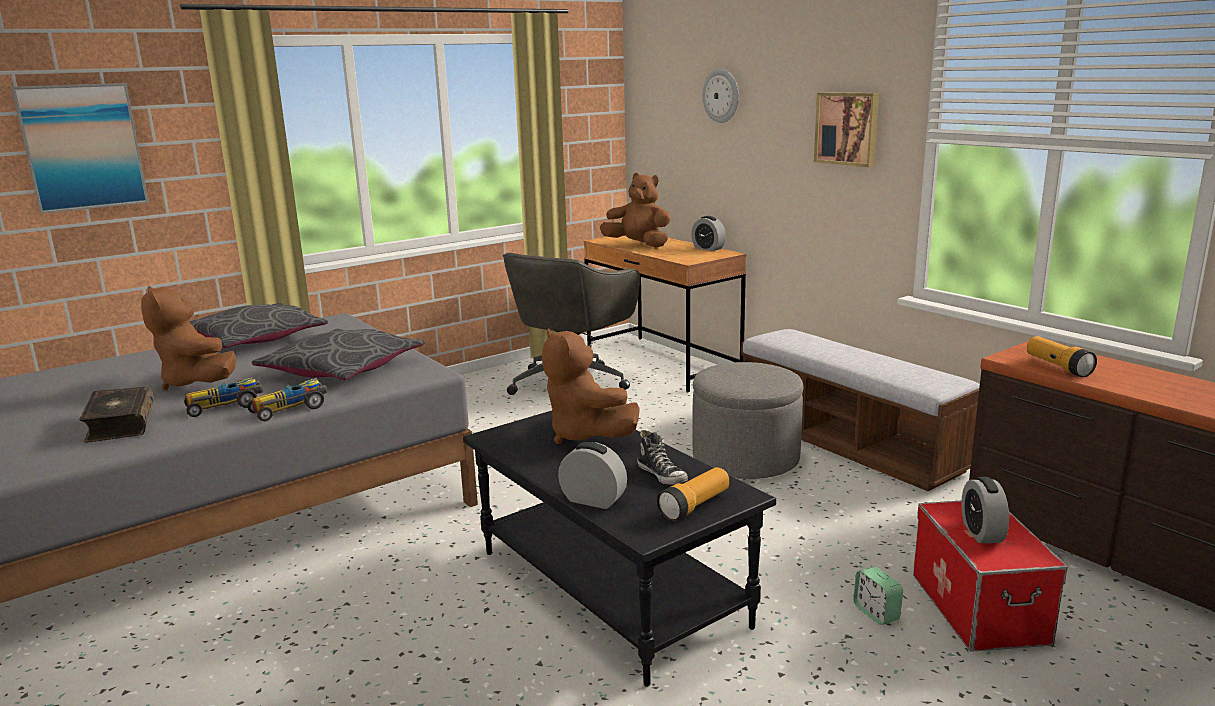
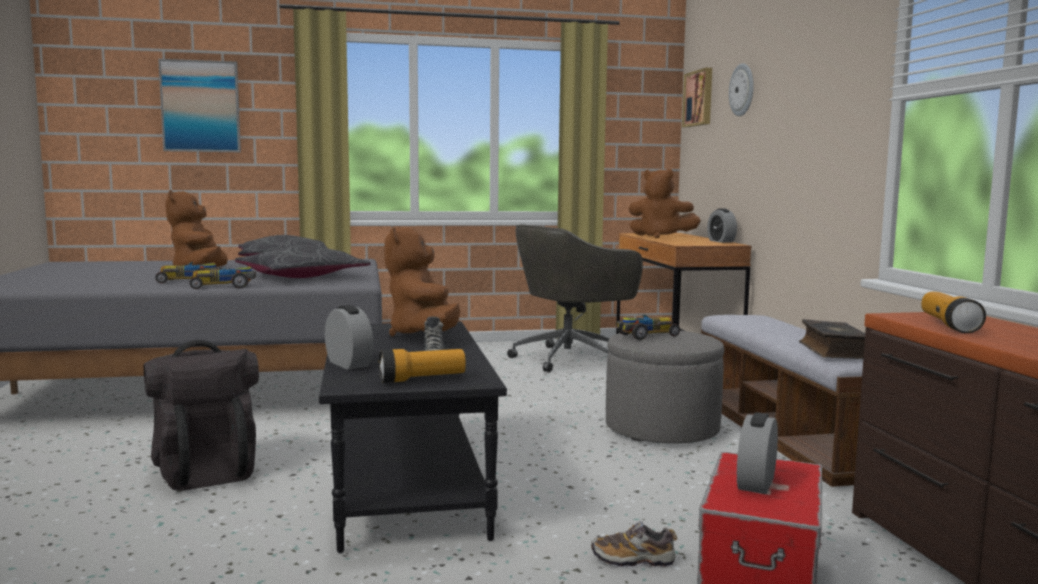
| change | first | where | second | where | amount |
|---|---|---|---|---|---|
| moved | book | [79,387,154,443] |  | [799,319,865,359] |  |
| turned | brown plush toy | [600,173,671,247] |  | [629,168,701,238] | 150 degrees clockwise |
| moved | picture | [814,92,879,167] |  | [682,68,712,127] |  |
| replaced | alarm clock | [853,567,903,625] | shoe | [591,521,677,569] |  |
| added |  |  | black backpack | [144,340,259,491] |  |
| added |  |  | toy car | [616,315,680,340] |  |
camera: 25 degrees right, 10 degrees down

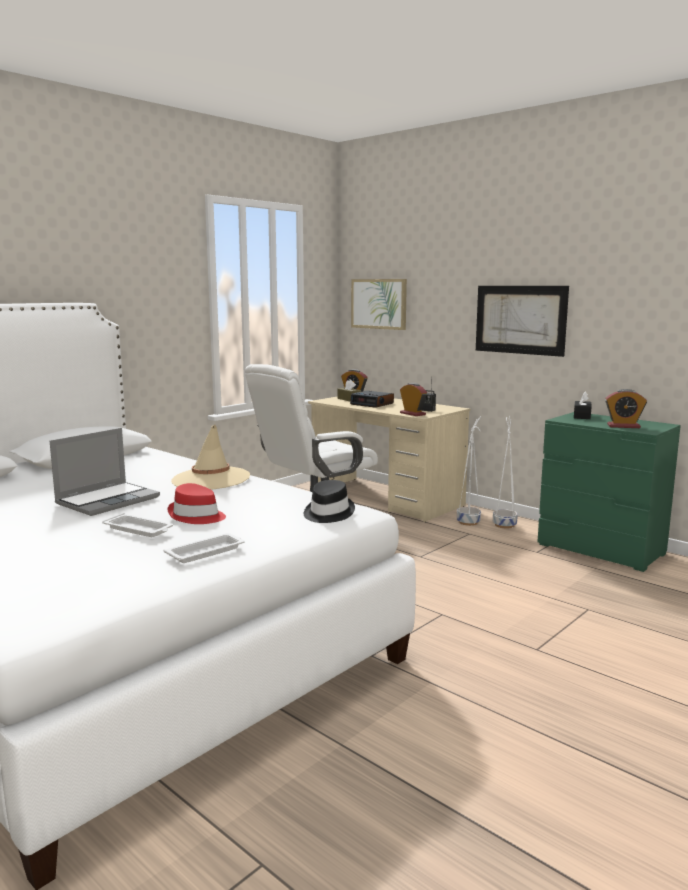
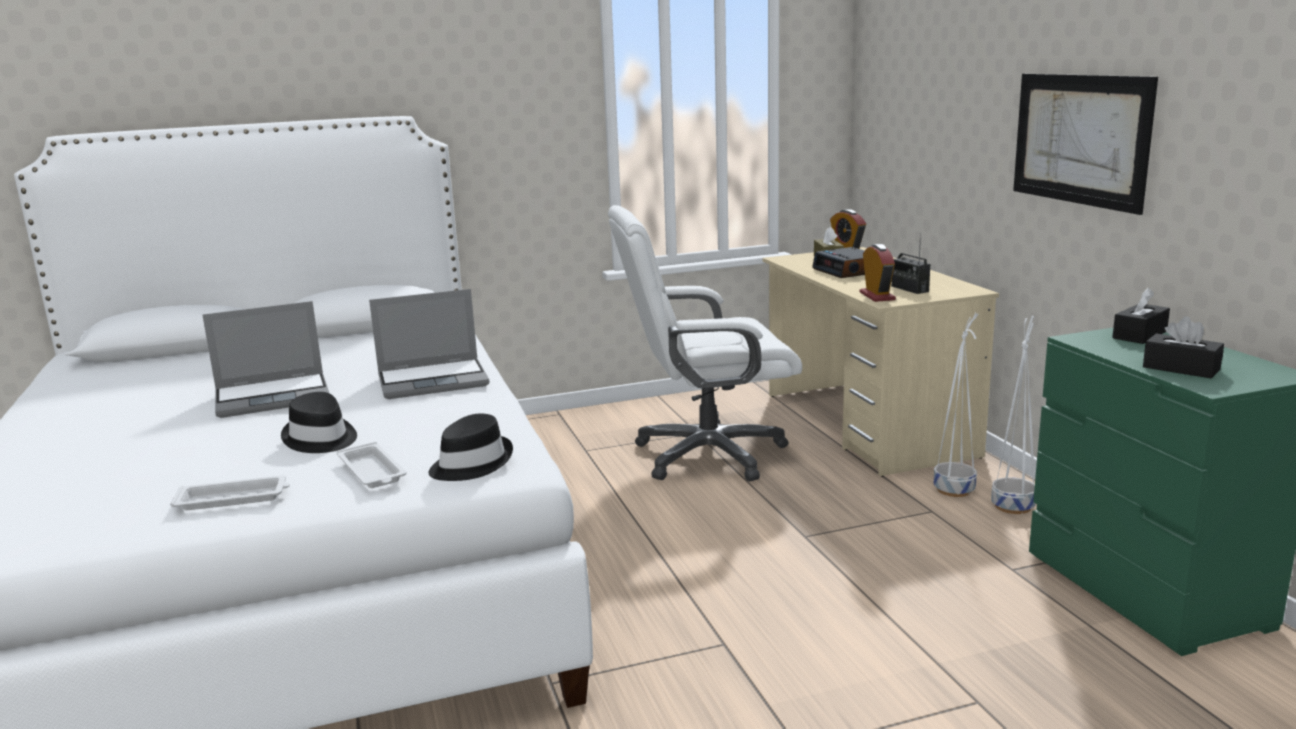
| change | first | where | second | where | amount |
|---|---|---|---|---|---|
| moved | white tray | [102,513,173,537] |  | [337,442,406,488] |  |
| recoloured | red hat | [167,483,226,524] | black hat | [281,392,357,453] |  |
| replaced | beige hat | [171,425,250,489] | laptop | [369,289,490,399] |  |
| removed | picture | [351,279,407,330] |  |  |  |
| replaced | alarm clock | [605,389,647,428] | black tissue box | [1143,316,1224,379] |  |
camera: 30 degrees right, 5 degrees up

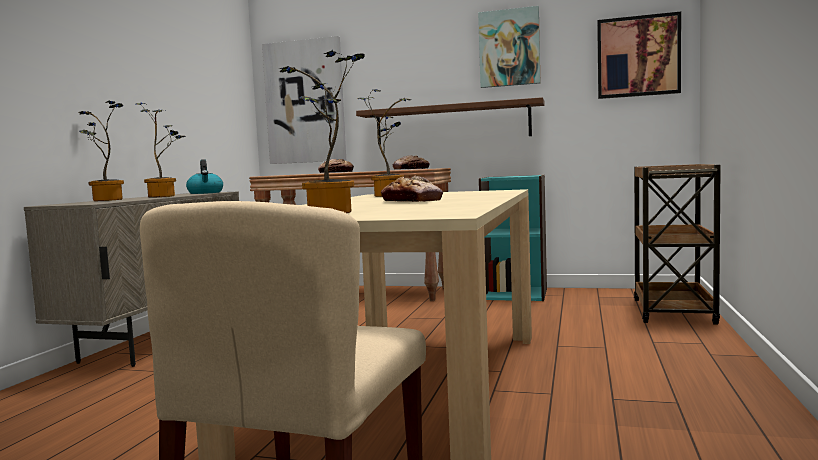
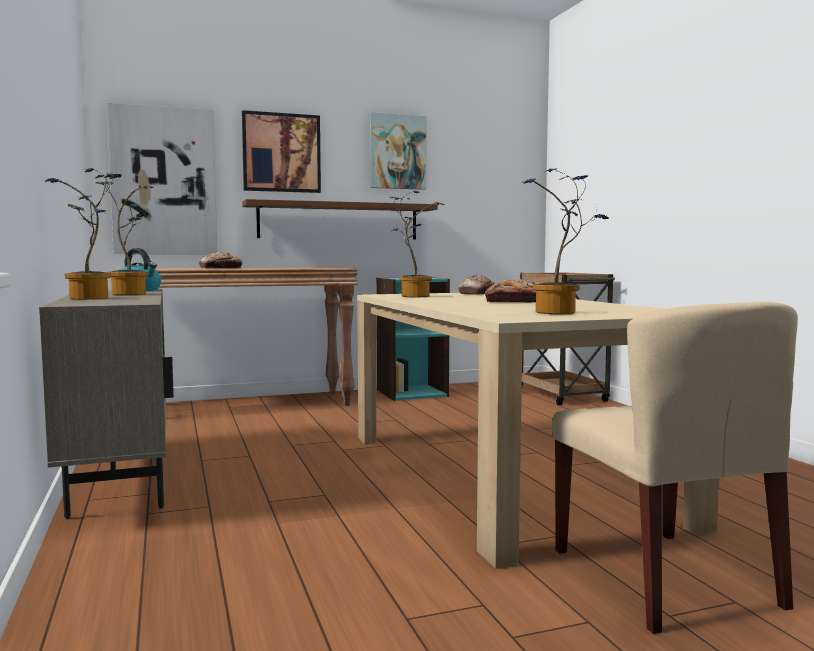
| change | first | where | second | where | amount |
|---|---|---|---|---|---|
| moved | bread | [393,155,430,170] |  | [458,275,495,295] |  |
| moved | picture | [597,11,681,99] |  | [242,110,321,193] |  |
camera: 35 degrees left, 0 degrees up

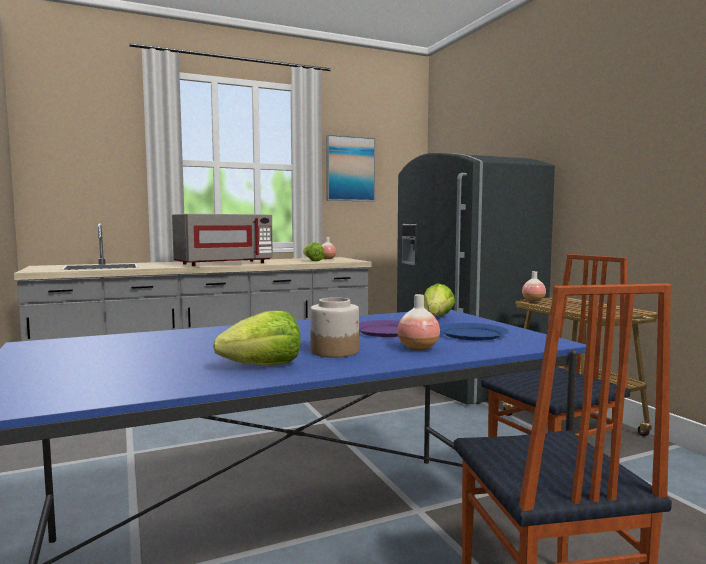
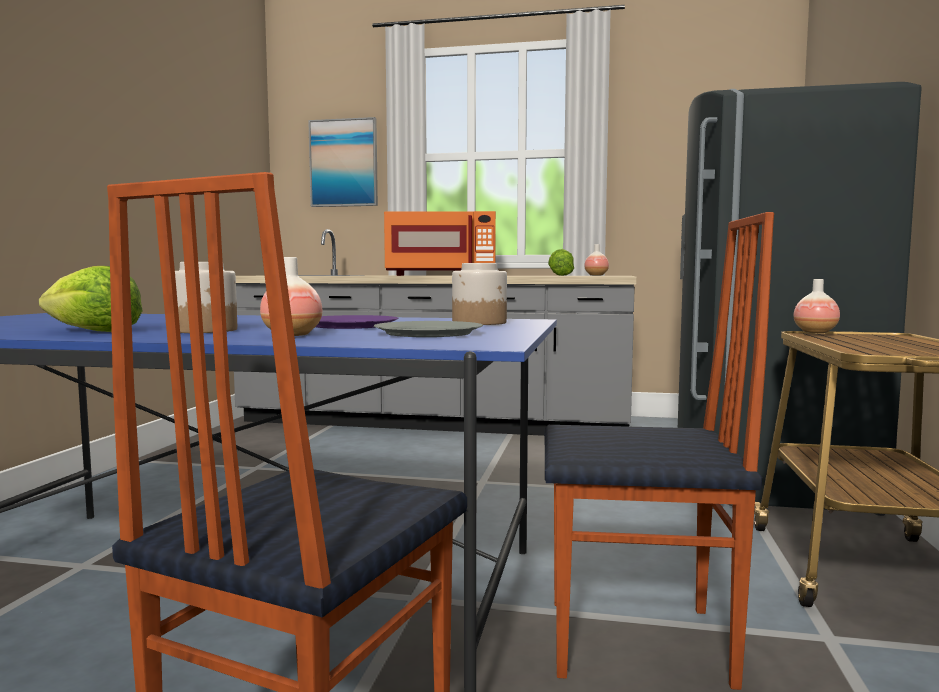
| change | first | where | second | where | amount |
|---|---|---|---|---|---|
| recoloured | grey microwave | [172,214,273,266] | orange microwave | [384,211,496,276] |  |
| moved | picture | [326,134,376,202] |  | [308,117,378,207] |  |
| replaced | lettuce | [424,283,455,316] | jar | [452,263,507,325] |  |
| recoloured | blue plate | [439,323,509,340] | grey plate | [374,321,483,337] |  |
camera: 35 degrees right, 0 degrees up

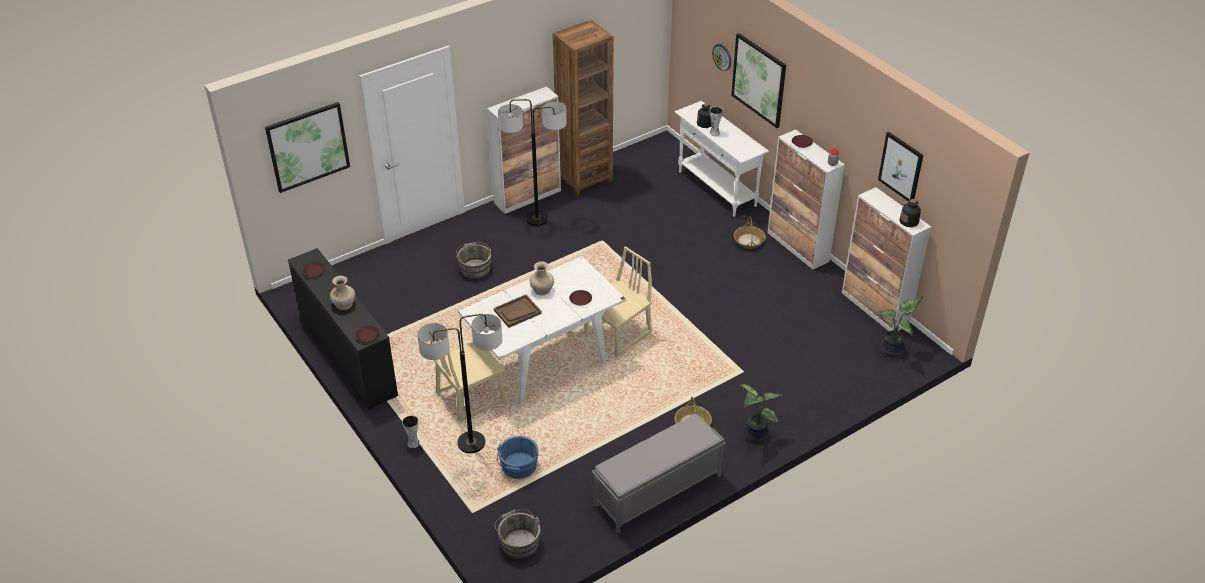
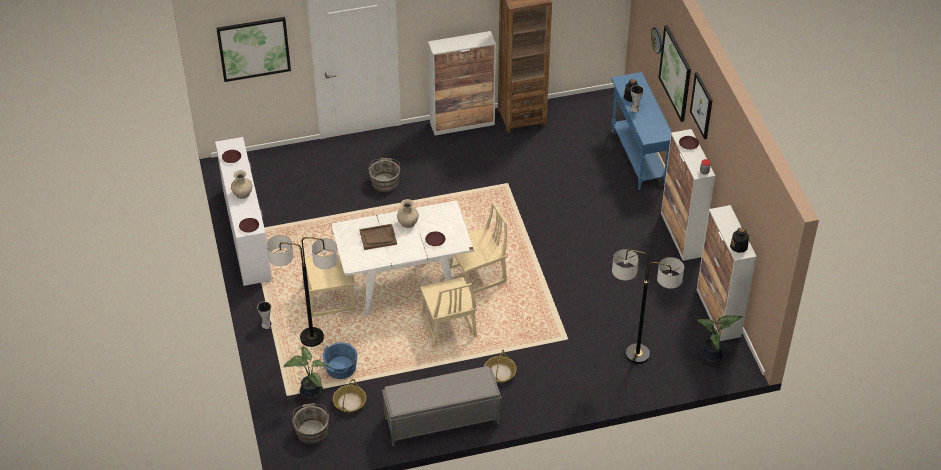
| change | first | where | second | where | amount |
|---|---|---|---|---|---|
| recoloured | black dresser | [288,248,398,410] | white dresser | [215,137,272,286] |  |
| moved | floor lamp | [498,99,567,226] |  | [612,249,684,364] |  |
| recoloured | white console table | [675,101,769,217] | blue console table | [611,72,672,190] |  |
| moved | basket | [734,217,766,249] |  | [333,379,366,413] |  |
| moved | potted plant | [739,384,783,442] |  | [283,346,329,400] |  |
| moved | picture | [878,132,923,201] |  | [690,72,713,139] |  |
| added |  |  | beige chair | [420,277,477,347] |  |
camera: 20 degrees right, 5 degrees up

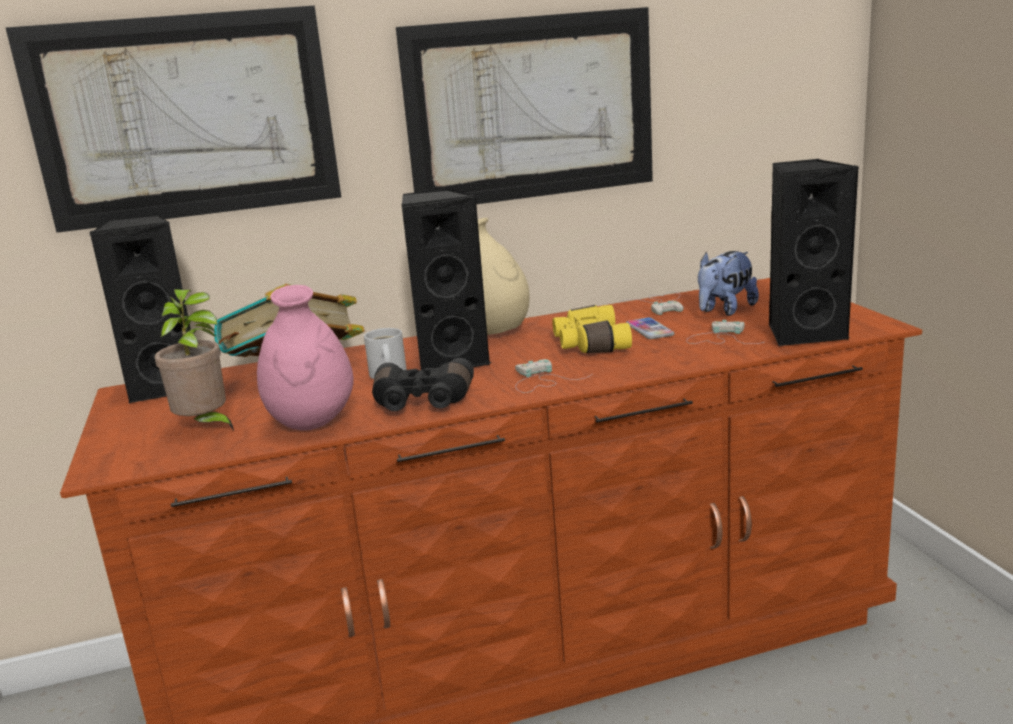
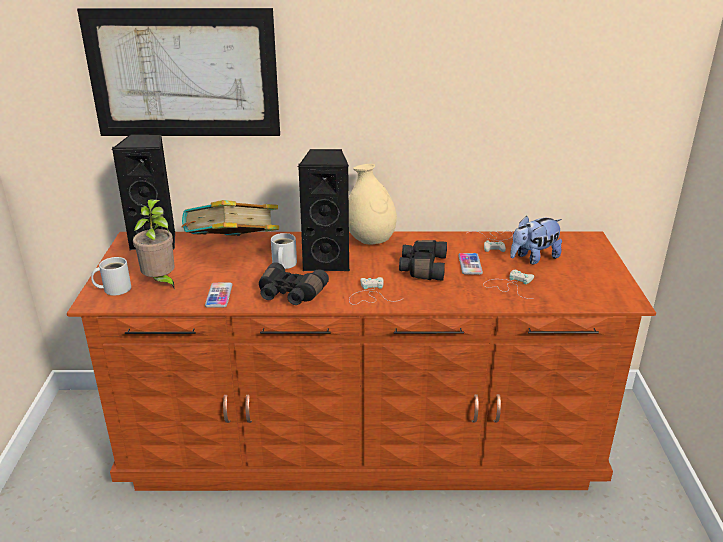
| change | first | where | second | where | amount |
|---|---|---|---|---|---|
| replaced | pink vase | [257,285,353,431] | phone | [205,283,233,308] |  |
| removed | picture | [396,7,653,204] |  |  |  |
| recoloured | yellow binoculars | [553,305,632,353] | black binoculars | [399,240,447,280] |  |
| removed | black speaker | [769,159,859,346] |  |  |  |
| added |  |  | white mug | [91,257,131,295] |  |
camera: 15 degrees right, 10 degrees up

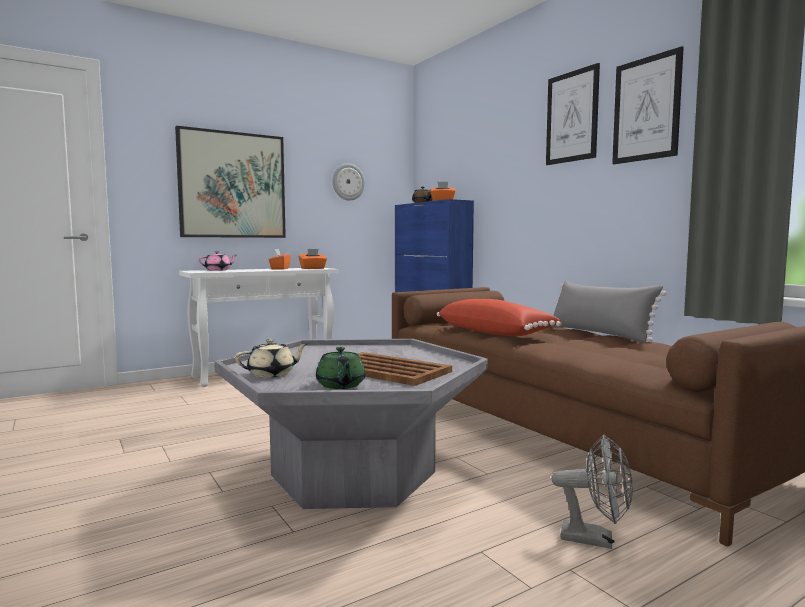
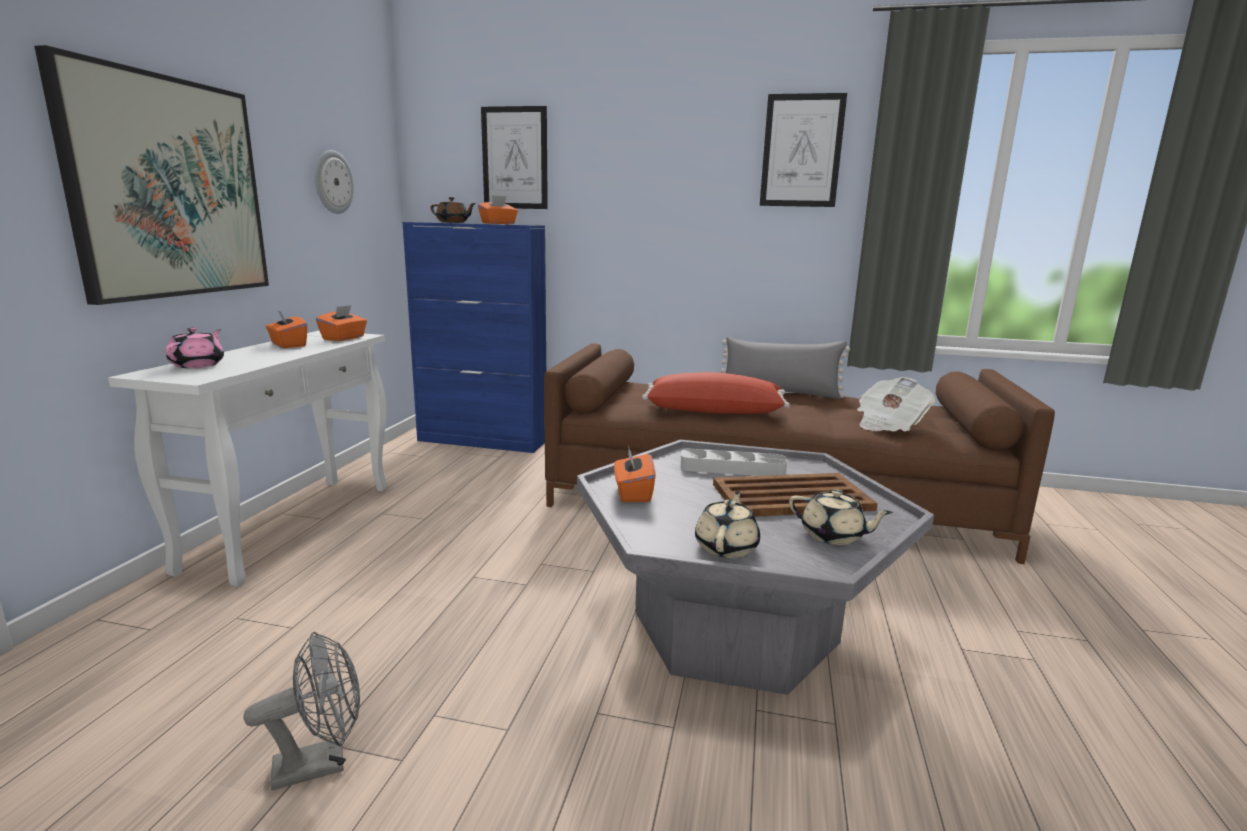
| change | first | where | second | where | amount |
|---|---|---|---|---|---|
| recoloured | green teapot | [316,347,366,389] | beige teapot | [789,489,893,545] |  |
| moved | picture | [546,63,600,165] |  | [481,106,548,209] |  |
| moved | grey fan | [551,435,633,549] |  | [243,632,360,791] |  |
| added |  |  | orange tissue box | [614,448,655,502] |  |
| added |  |  | grey tray | [681,448,787,476] |  |
| added |  |  | newspaper | [857,377,935,431] |  |
camera: 45 degrees left, 10 degrees up

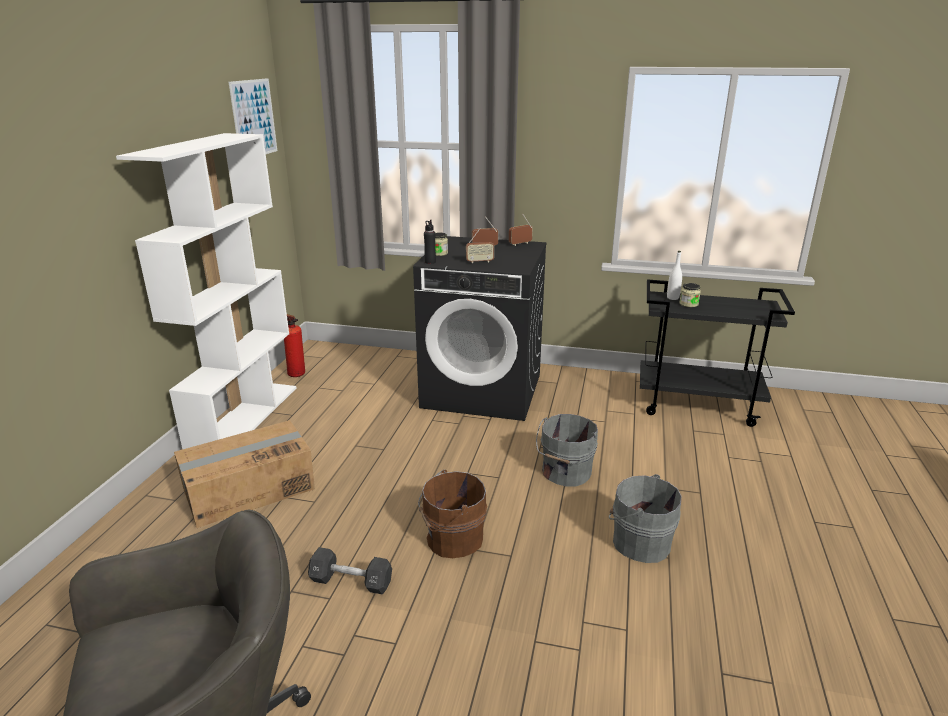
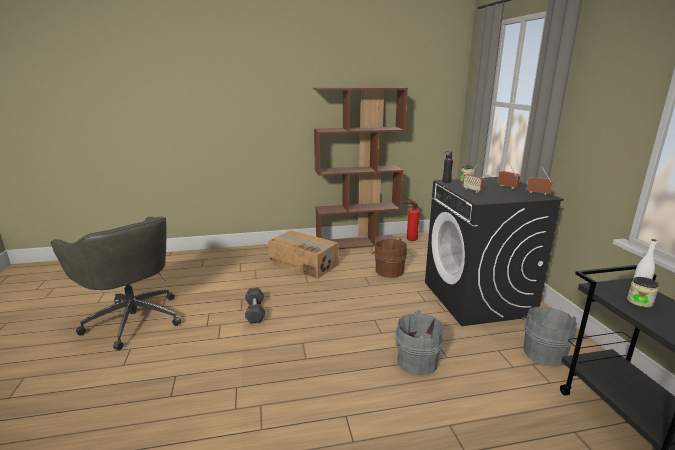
| change | first | where | second | where | amount |
|---|---|---|---|---|---|
| recoloured | white bookcase | [116,133,296,449] | brown bookcase | [313,87,408,249] |  |
| removed | picture | [229,78,277,154] |  |  |  |
| moved | brown bucket | [418,469,487,558] |  | [372,238,407,278] |  |
| moved | grey bucket | [609,474,681,563] |  | [522,307,577,367] |  |
camera: 65 degrees right, 5 degrees down

